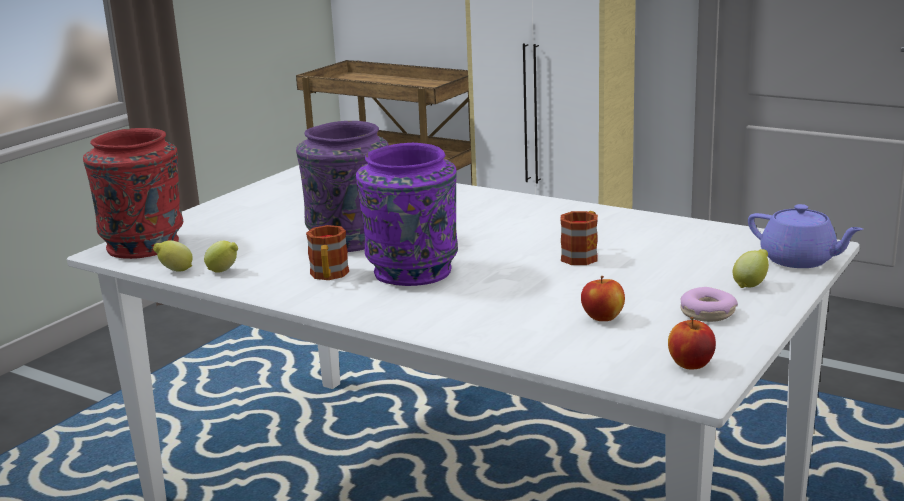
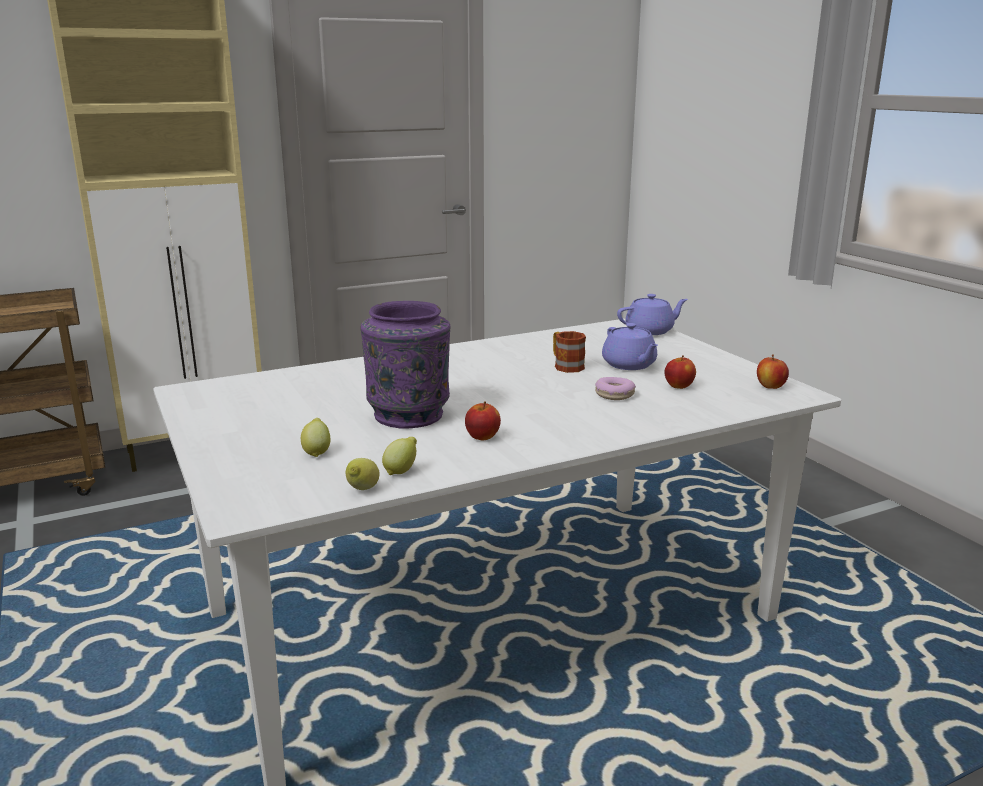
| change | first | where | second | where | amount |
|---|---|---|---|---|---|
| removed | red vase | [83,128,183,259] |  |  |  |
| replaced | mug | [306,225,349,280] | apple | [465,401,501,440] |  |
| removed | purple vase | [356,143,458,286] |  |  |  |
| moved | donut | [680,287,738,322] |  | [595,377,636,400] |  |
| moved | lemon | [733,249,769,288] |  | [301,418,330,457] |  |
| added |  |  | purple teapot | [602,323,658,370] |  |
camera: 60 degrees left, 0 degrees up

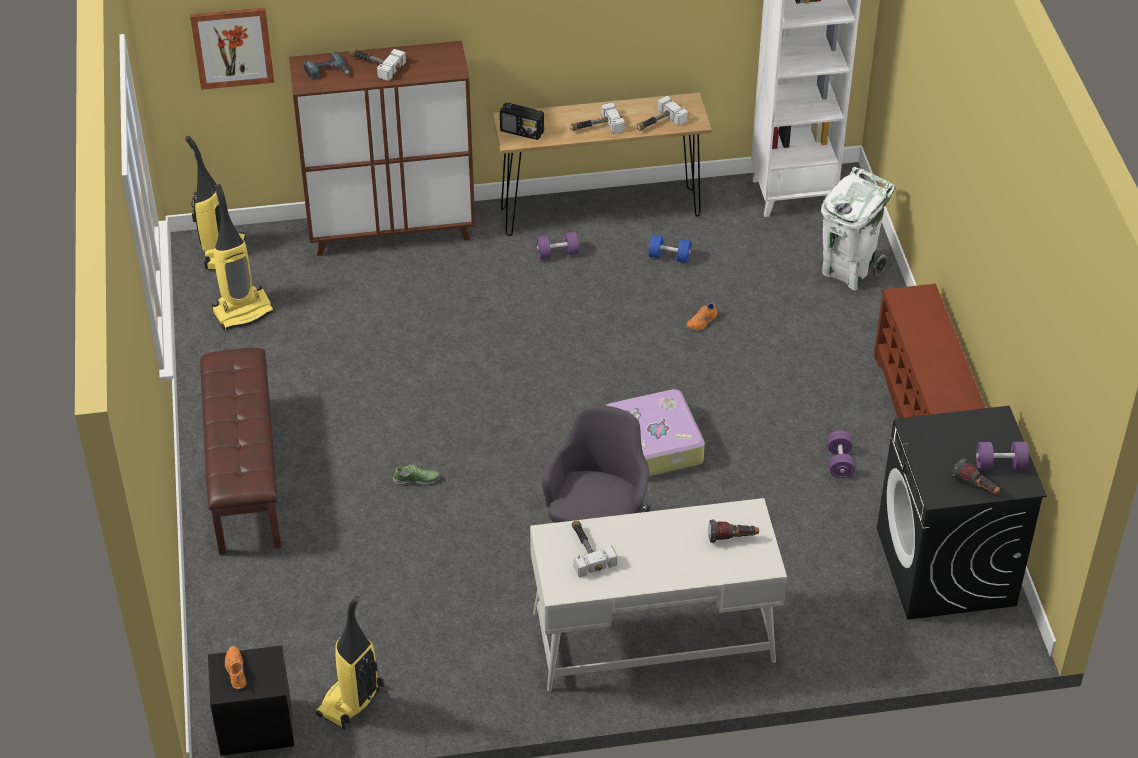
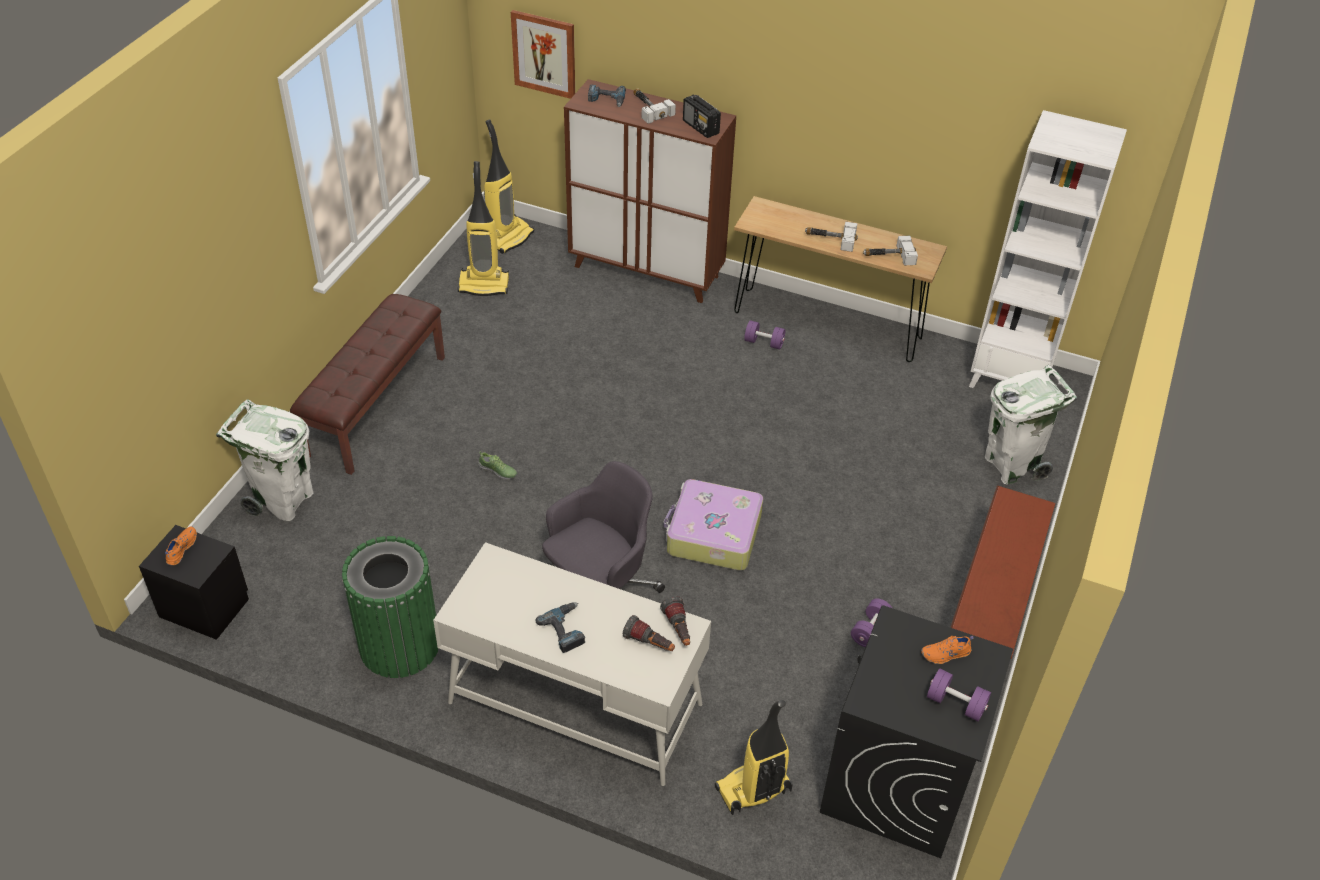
| change | first | where | second | where | amount |
|---|---|---|---|---|---|
| moved | vacuum cleaner | [316,596,384,729] |  | [715,700,793,815] |  |
| moved | radio | [500,102,544,140] |  | [683,94,721,138] |  |
| removed | hammer | [572,520,618,577] |  |  |  |
| removed | blue dumbbell | [649,235,691,263] |  |  |  |
| moved | orange shoe | [686,301,717,331] |  | [921,636,974,664] |  |
| moved | flashlight | [951,458,1000,494] |  | [660,596,690,646] |  |
| added |  |  | white trash can | [216,399,314,521] |  |
| added |  |  | green trash can | [342,536,439,678] |  |
| added |  |  | power drill | [535,602,585,653] |  |
camera: 30 degrees right, 0 degrees up

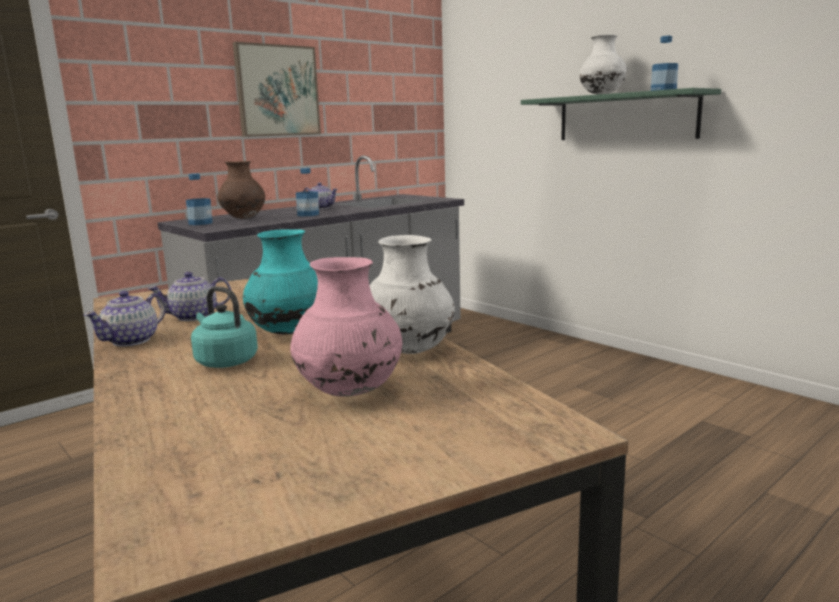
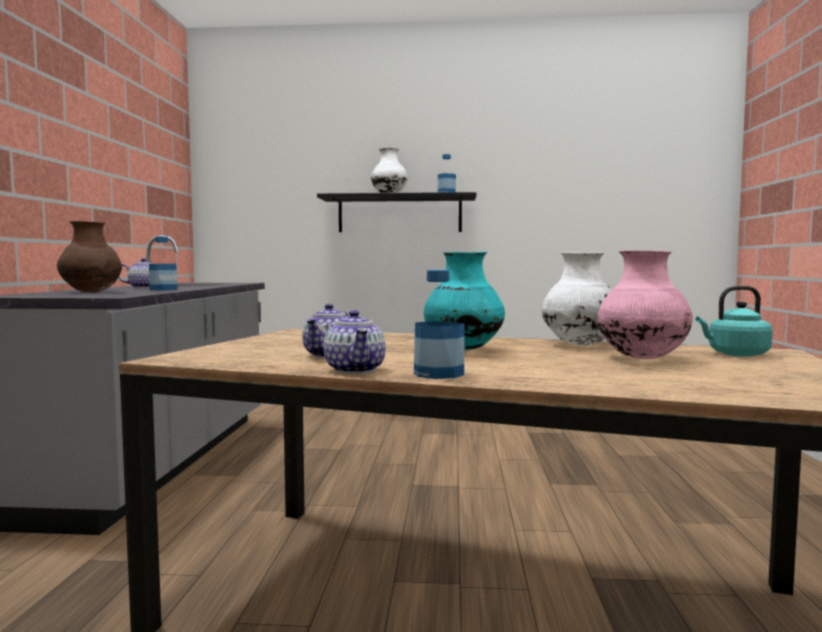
| change | first | where | second | where | amount |
|---|---|---|---|---|---|
| moved | bottle | [186,174,213,225] |  | [414,270,465,379] |  |
| moved | turquoise kettle | [191,286,258,368] |  | [696,286,773,357] |  |
| removed | picture | [233,42,321,137] |  |  |  |
| recoloured | green shelf | [521,88,721,140] | black shelf | [317,192,476,232] |  |
camera: 45 degrees left, 10 degrees down

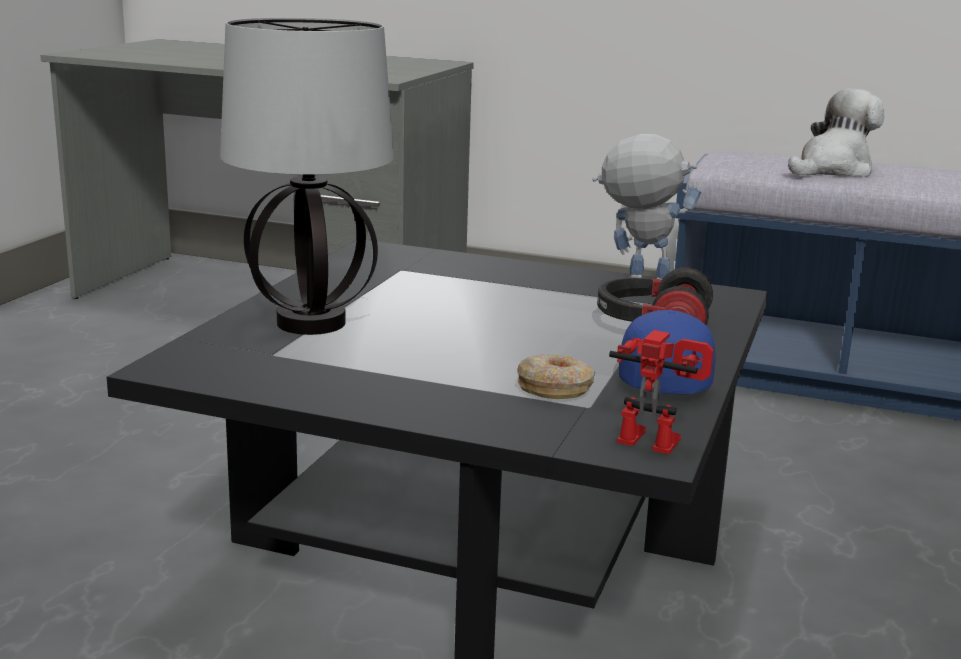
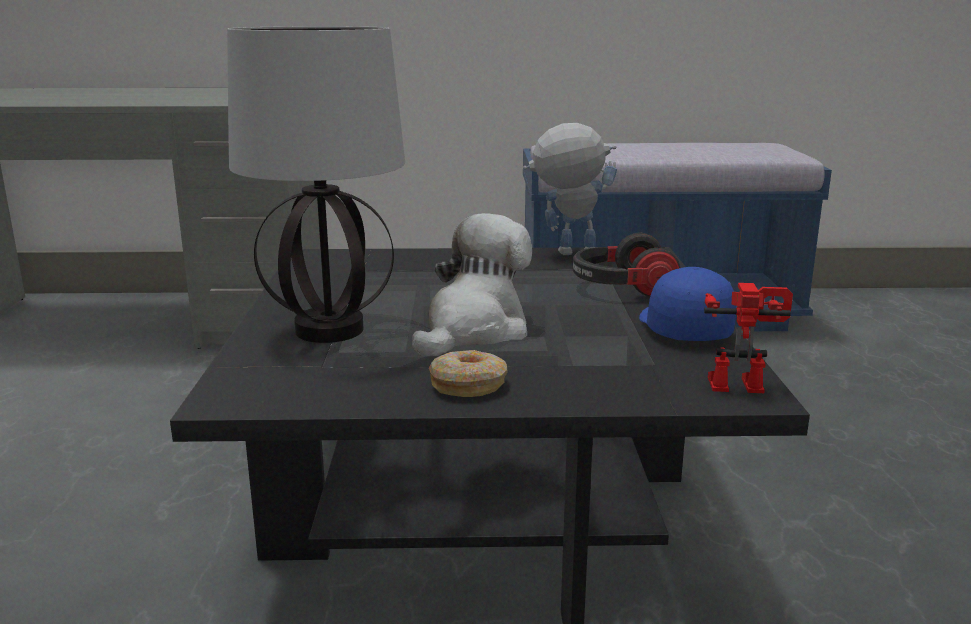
| change | first | where | second | where | amount |
|---|---|---|---|---|---|
| moved | donut | [517,354,595,399] |  | [429,350,508,397] |  |
| moved | plush toy | [788,89,884,177] |  | [412,213,532,357] |  |
camera: 20 degrees left, 0 degrees up

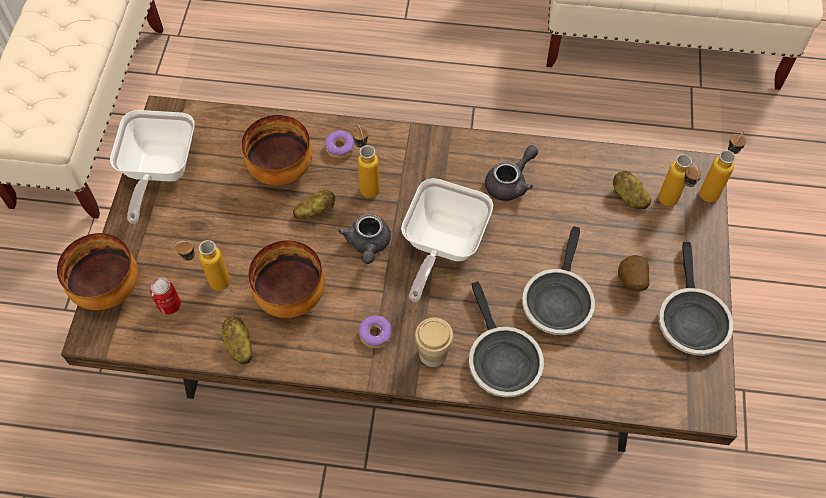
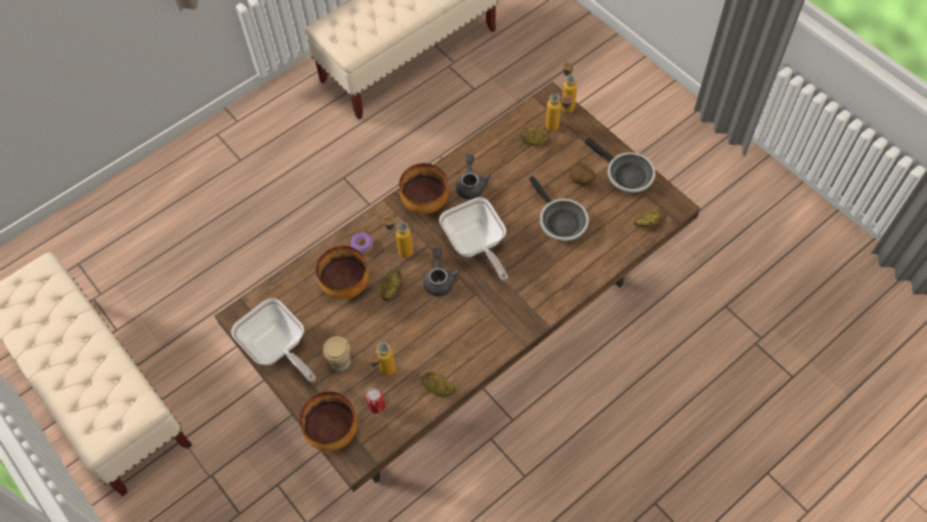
| change | first | where | second | where | amount |
|---|---|---|---|---|---|
| moved | bowl | [248,240,325,318] |  | [399,163,449,214] |  |
| turned | grey teapot | [338,214,391,264] |  | [423,247,460,296] | 135 degrees counterclockwise |
| removed | donut | [359,316,392,348] |  |  |  |
| moved | cup | [415,318,454,367] |  | [323,336,351,371] |  |
| removed | frying pan | [469,281,544,398] |  |  |  |
| added |  |  | potato | [634,209,667,227] |  |
camera: 45 degrees left, 0 degrees up

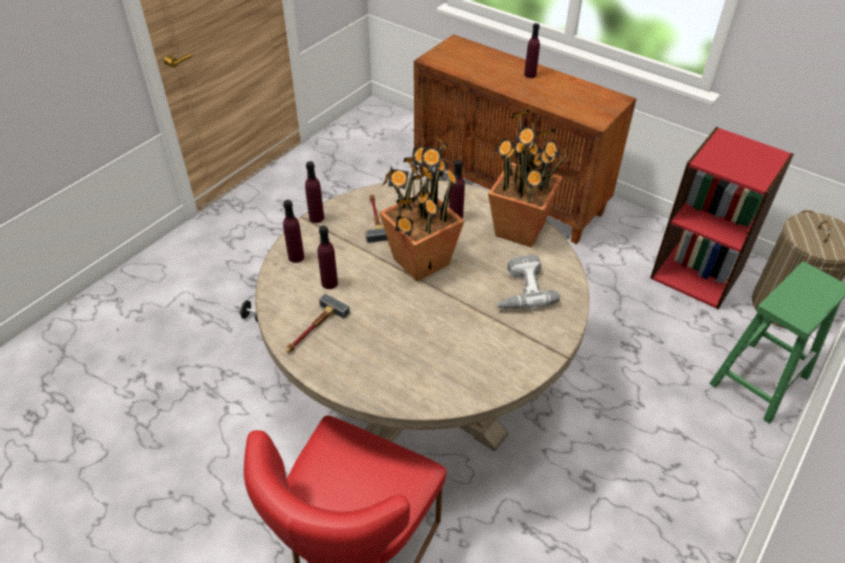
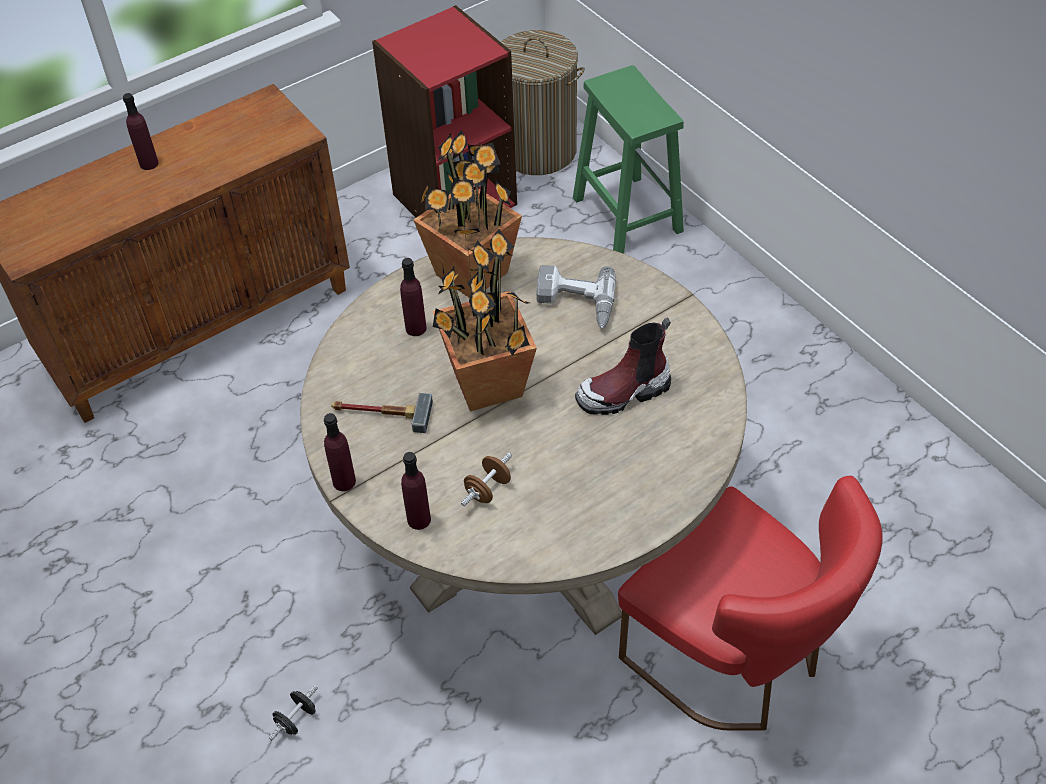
| change | first | where | second | where | amount |
|---|---|---|---|---|---|
| removed | hammer | [286,294,350,352] |  |  |  |
| replaced | purple bottle | [318,225,338,289] | brown dumbbell | [461,453,512,506] |  |
| added |  |  | boot | [575,318,671,415] |  |
camera: 70 degrees left, 5 degrees up

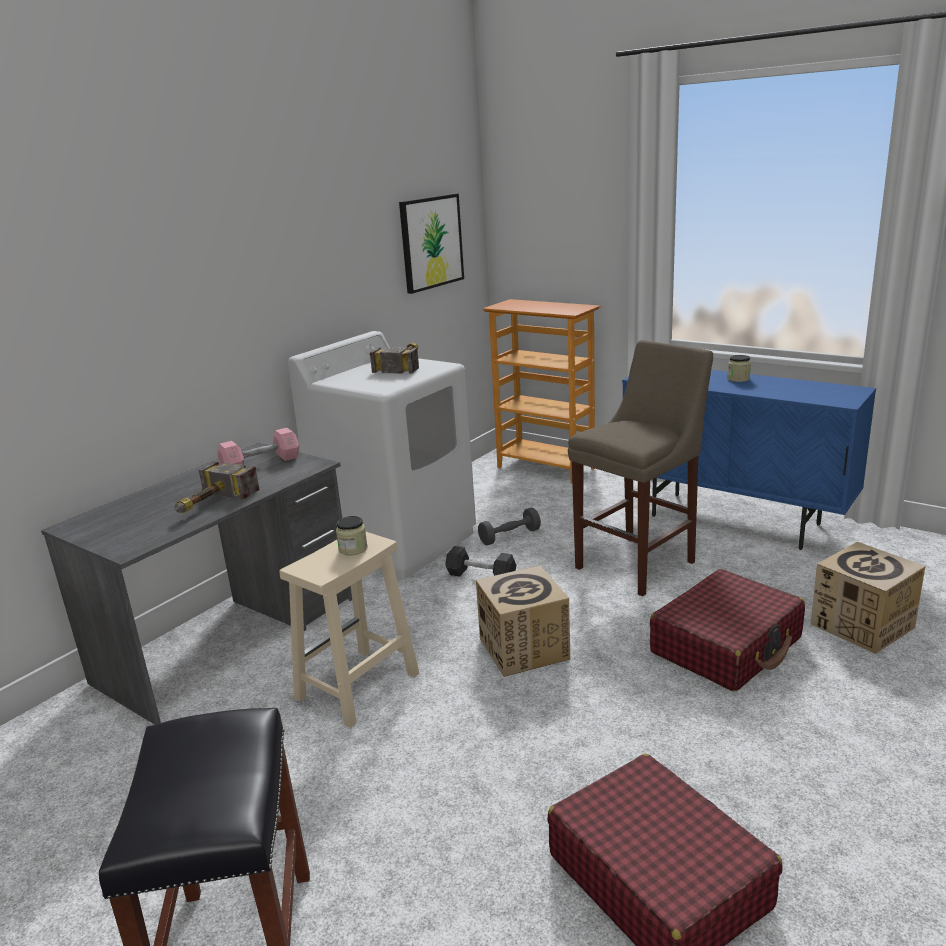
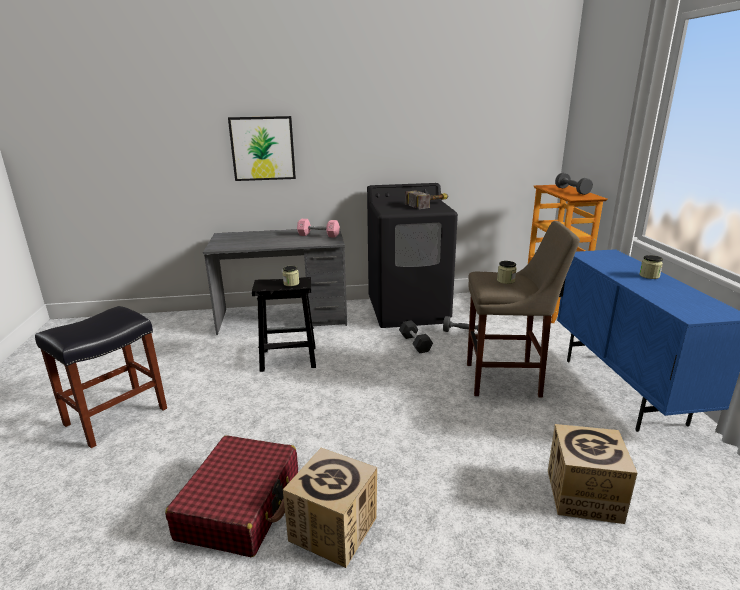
| change | first | where | second | where | amount |
|---|---|---|---|---|---|
| removed | hammer | [175,461,260,513] |  |  |  |
| recoloured | beige stool | [279,532,419,728] | black stool | [252,277,316,372] |  |
| recoloured | white washing machine | [288,331,476,580] | black washing machine | [367,183,458,328] |  |
| moved | picture | [399,194,464,294] |  | [228,116,296,181] |  |
| moved | cardboard box | [476,565,570,677] |  | [283,448,377,568] |  |
| removed | red suitcase | [650,569,805,692] |  |  |  |
| added |  |  | jar | [497,261,517,284] |  |
| added |  |  | grey dumbbell | [555,173,593,195] |  |
camera: 45 degrees right, 0 degrees up

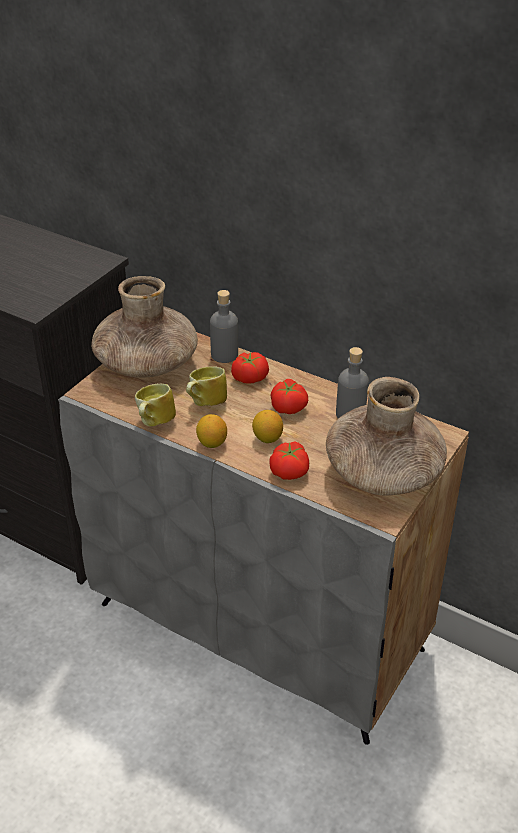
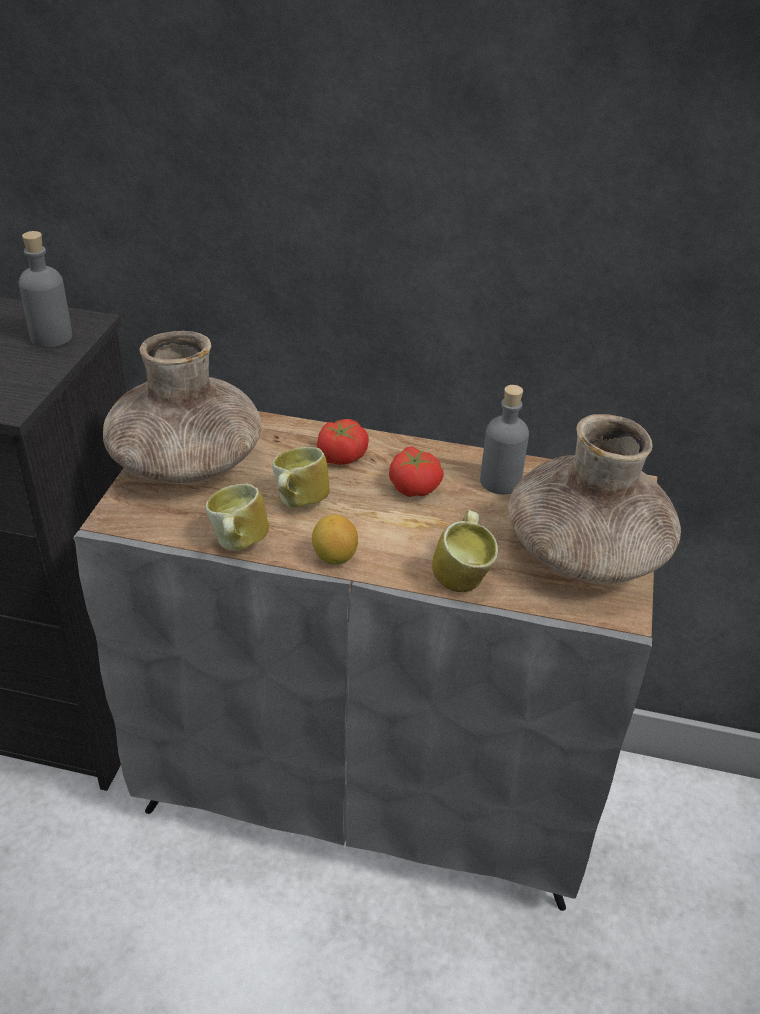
| change | first | where | second | where | amount |
|---|---|---|---|---|---|
| moved | grey bottle | [210,290,238,363] |  | [19,231,72,348] |  |
| removed | lemon | [252,410,283,443] |  |  |  |
| replaced | tomato | [269,441,309,480] | mug | [432,510,498,592] |  |
camera: 20 degrees left, 0 degrees up

